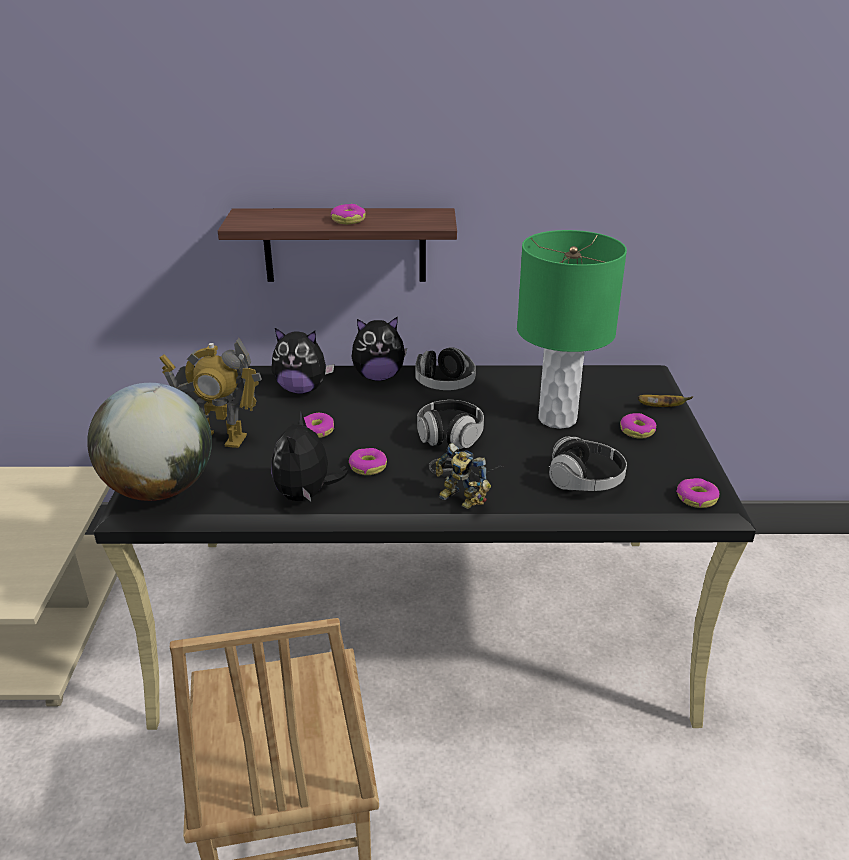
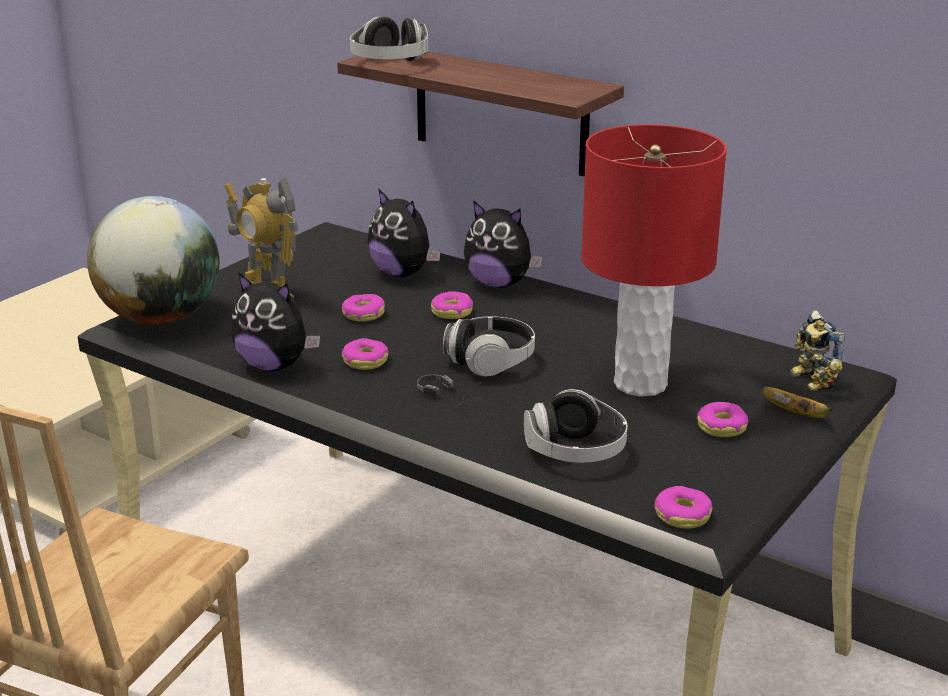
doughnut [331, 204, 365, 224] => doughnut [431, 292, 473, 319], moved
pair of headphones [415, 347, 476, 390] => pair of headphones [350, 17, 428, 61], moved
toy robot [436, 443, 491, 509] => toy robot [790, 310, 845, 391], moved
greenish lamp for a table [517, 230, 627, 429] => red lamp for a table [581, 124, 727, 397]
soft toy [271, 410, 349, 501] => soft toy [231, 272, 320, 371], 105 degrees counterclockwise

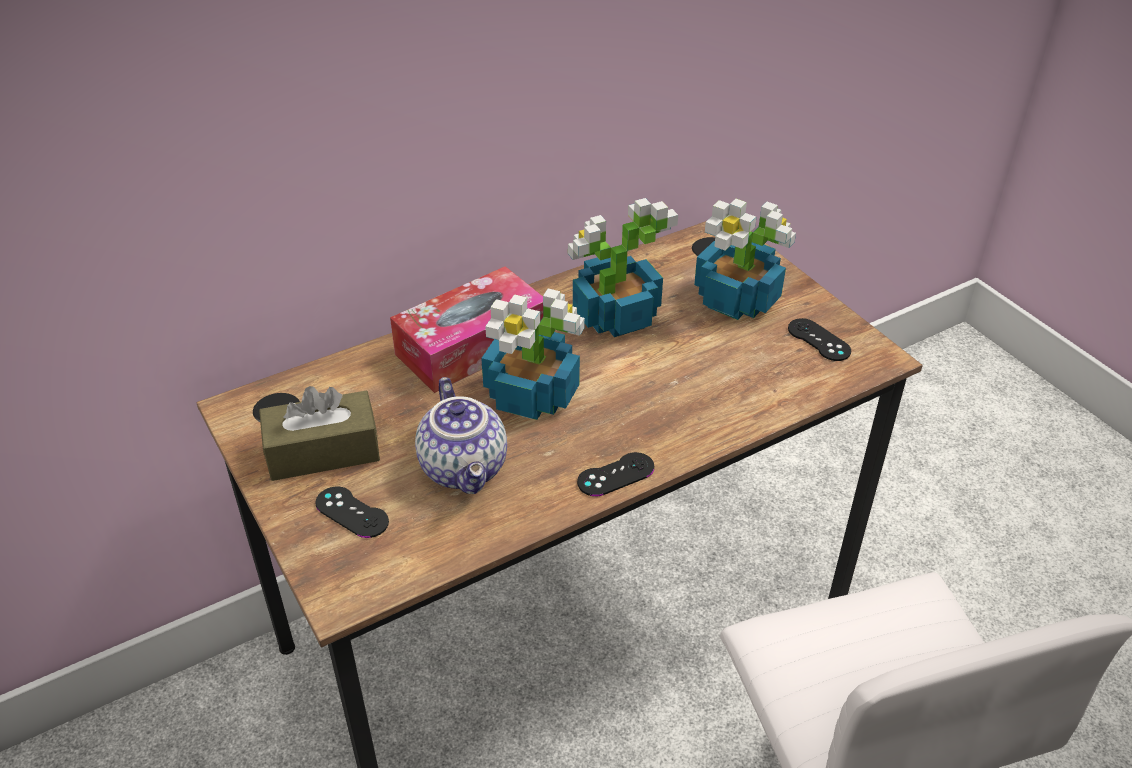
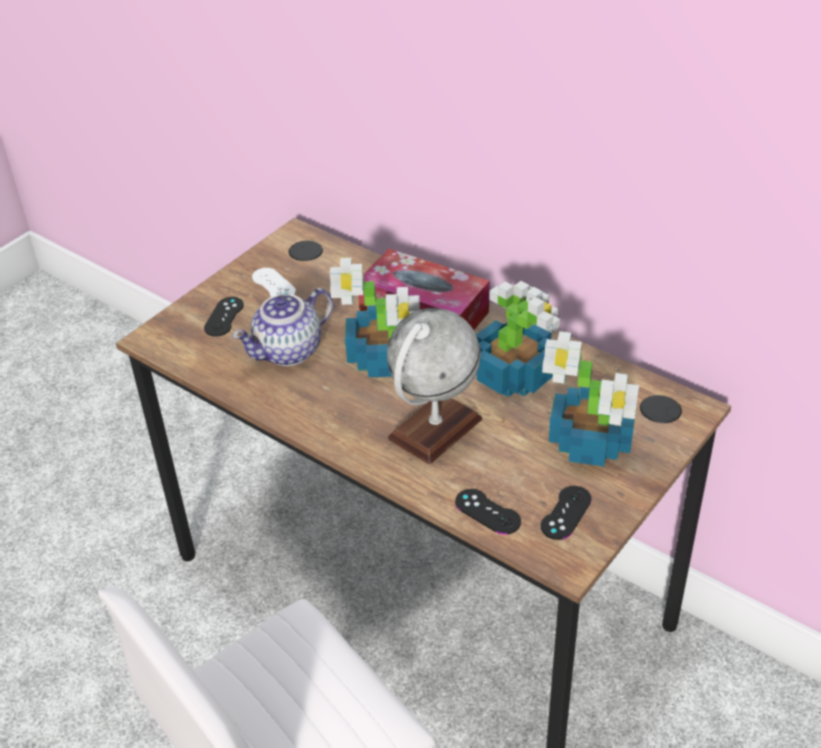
nothing => globe [387, 308, 482, 464]
black-coloured game controller [577, 452, 654, 497] => black-coloured game controller [455, 489, 521, 535], moved
brown-coloured box of tissues [259, 386, 380, 481] => white-coloured game controller [252, 268, 296, 297]

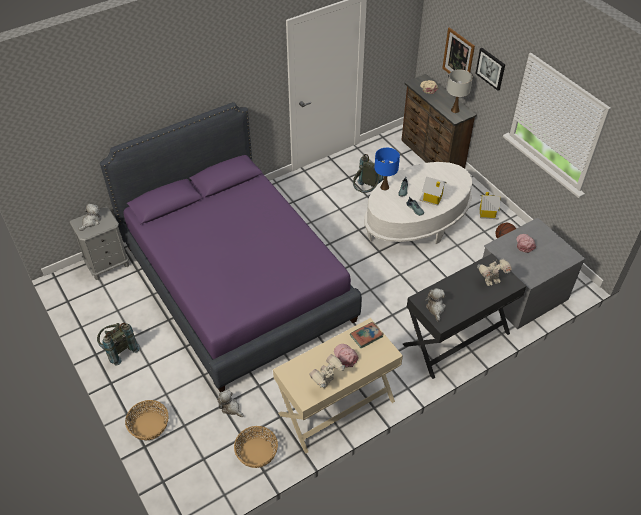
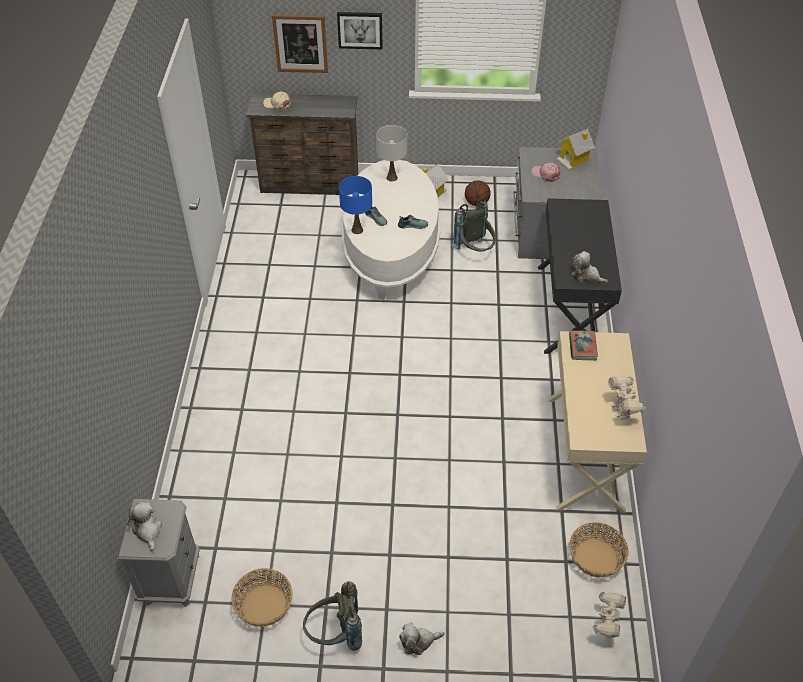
purplish bedroom bed [100, 102, 362, 392] => nothing
pinkish baseball cap [334, 344, 358, 367] => nothing
household basket [125, 400, 169, 440] => household basket [232, 568, 293, 627], moved
soft toy [217, 390, 244, 417] => soft toy [399, 623, 444, 655], moved
grey rucksack [353, 154, 384, 193] => grey rucksack [452, 199, 496, 252], moved
miniature house [419, 177, 447, 206] => miniature house [556, 129, 595, 170], moved
white-coloured lamp for a table [447, 69, 473, 113] => white-coloured lamp for a table [376, 125, 407, 182], moved
toy robot [477, 259, 512, 286] => toy robot [592, 592, 626, 638], moved

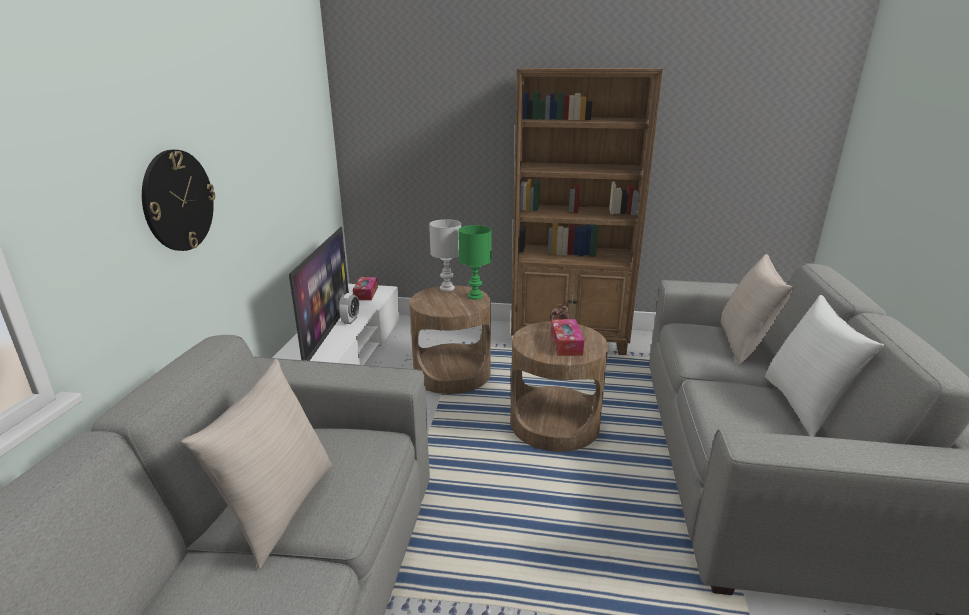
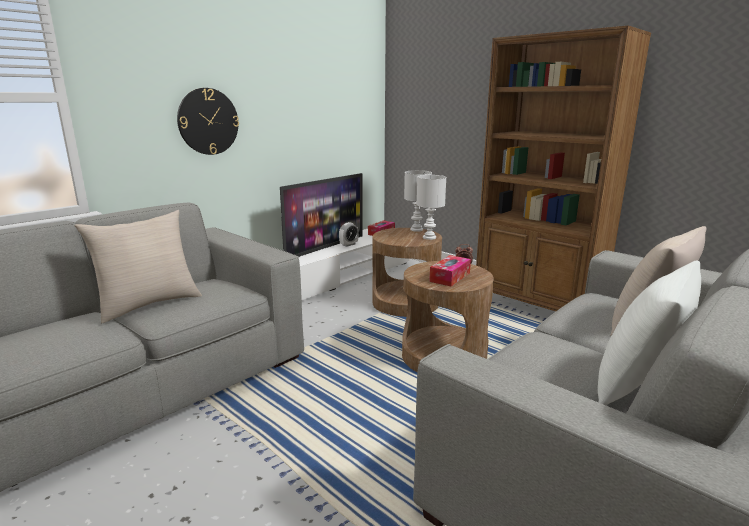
greenish lamp for a table [458, 225, 492, 300] => white-coloured lamp for a table [417, 175, 446, 240]

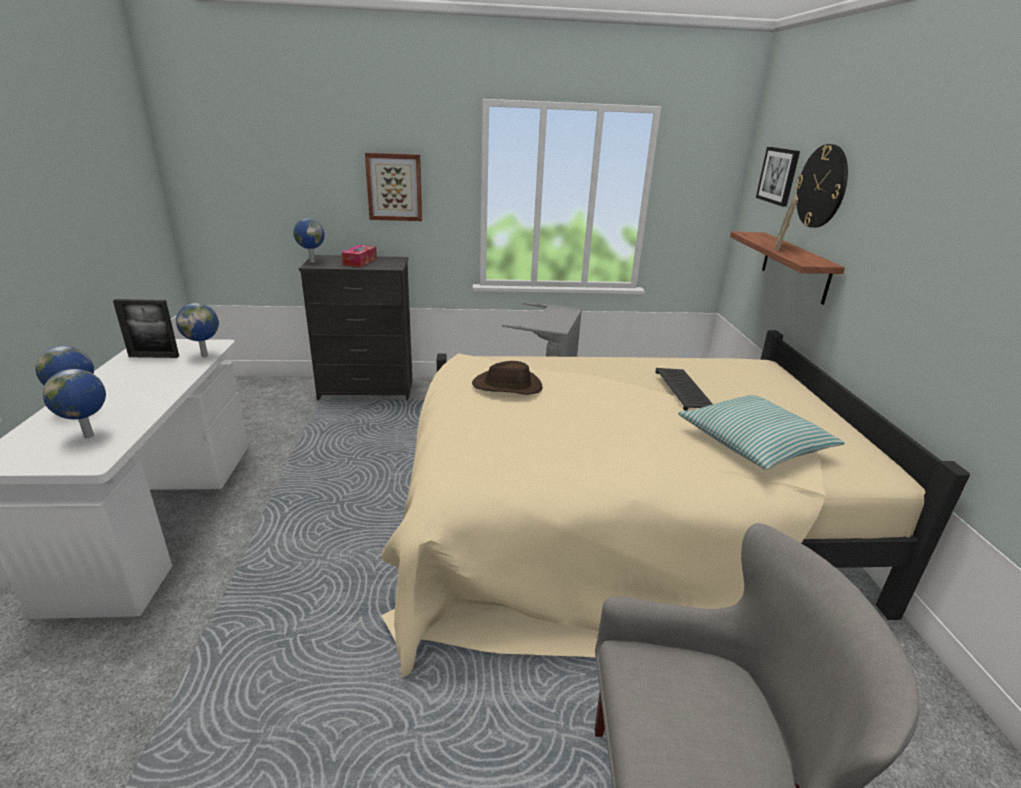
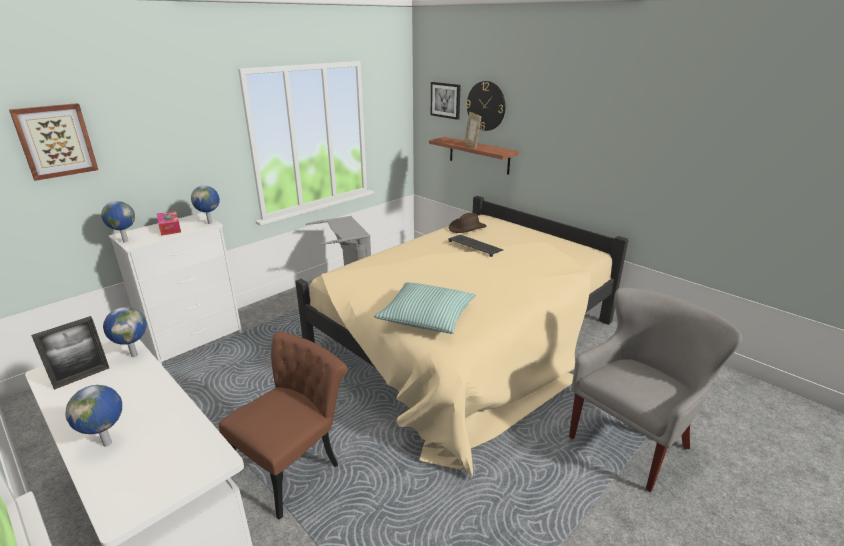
nothing => brown-coloured chair [219, 332, 348, 520]
globe [43, 369, 106, 438] => globe [191, 186, 220, 224], moved
wall picture [365, 153, 422, 221] => wall picture [9, 103, 98, 181], moved
brown-coloured wearable hat [472, 361, 543, 395] => brown-coloured wearable hat [449, 213, 486, 233], moved
cushion [678, 395, 845, 470] => cushion [374, 282, 476, 334], moved
black-coloured dresser [299, 255, 412, 400] => white-coloured dresser [109, 213, 242, 365]

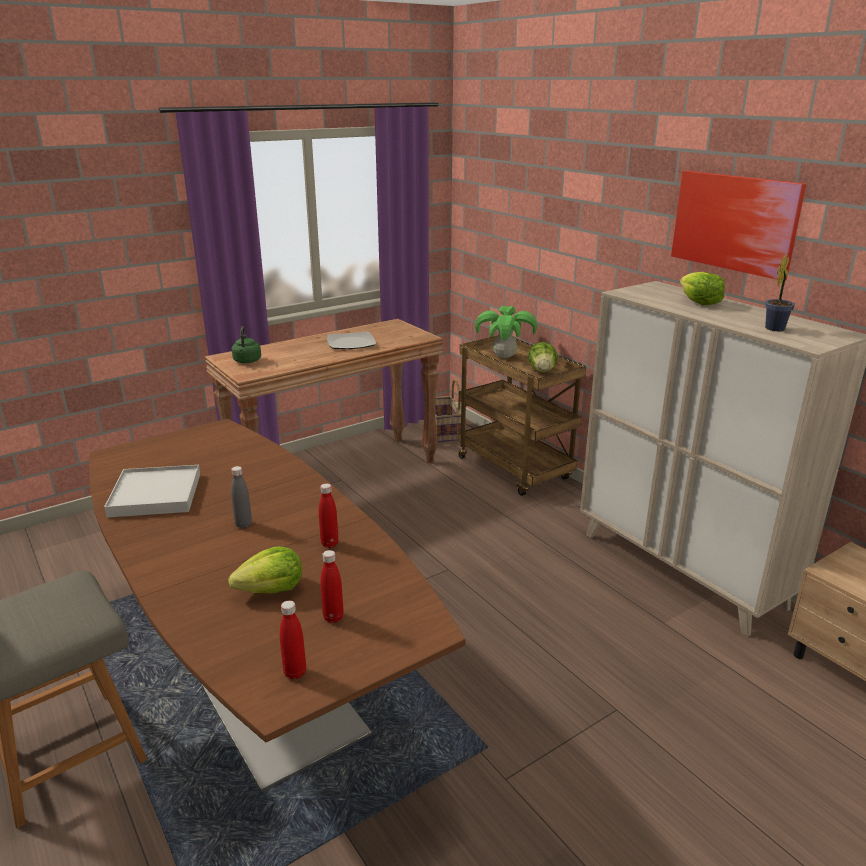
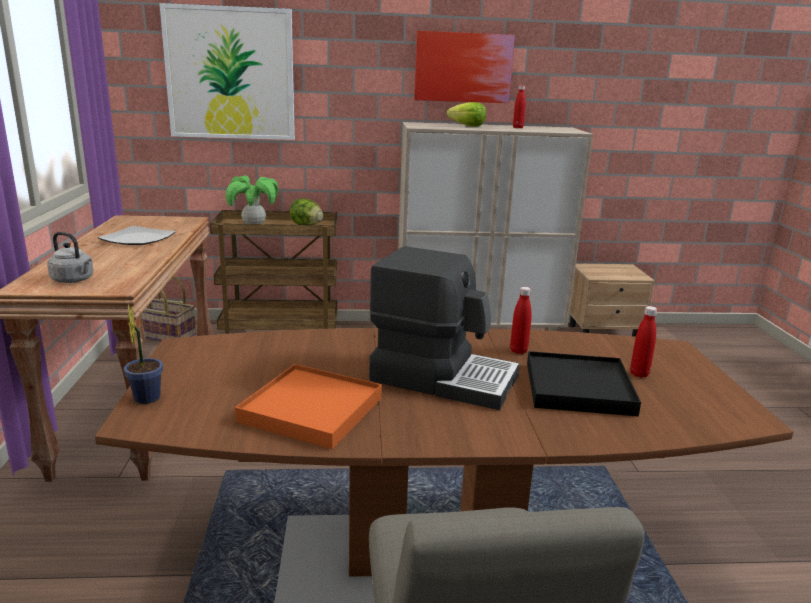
nothing => wall picture [159, 3, 295, 140]
red drink bottle [280, 600, 306, 679] => red drink bottle [513, 85, 526, 128], moved
plant in a pot [765, 255, 795, 331] => plant in a pot [124, 304, 163, 404], moved
lettuce [228, 546, 302, 594] => black-coloured carrying tray [527, 351, 641, 416]
grey drink bottle [231, 466, 252, 528] => coffee machine [369, 246, 520, 410]
white-coloured carrying tray [104, 465, 200, 518] => orangey carrying tray [235, 364, 382, 449]
greenish water kettle [232, 326, 261, 363] => grey water kettle [47, 232, 93, 283]

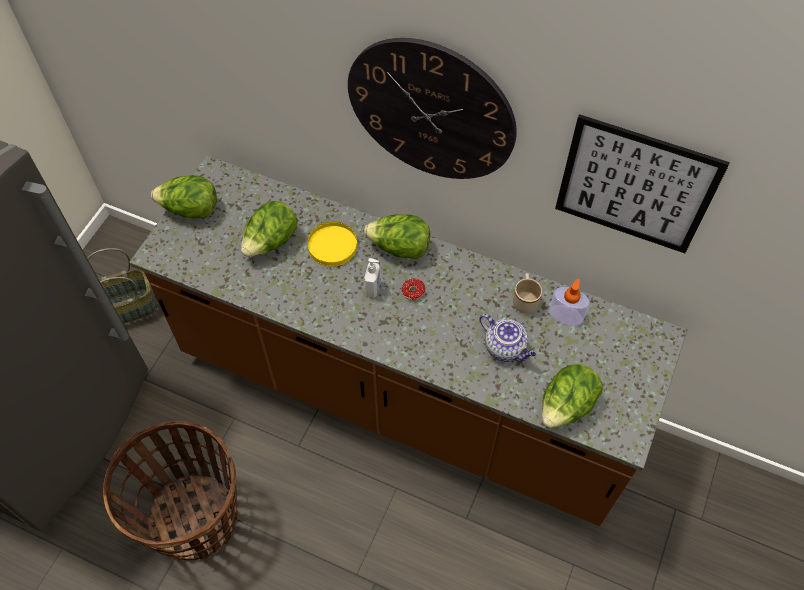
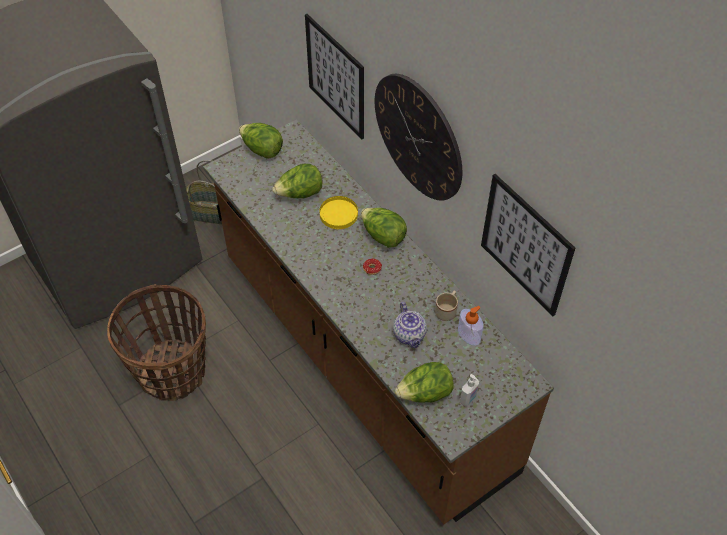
nothing => wall picture [305, 14, 364, 139]
liquid soap bottle [364, 258, 380, 298] => liquid soap bottle [460, 374, 479, 406], moved

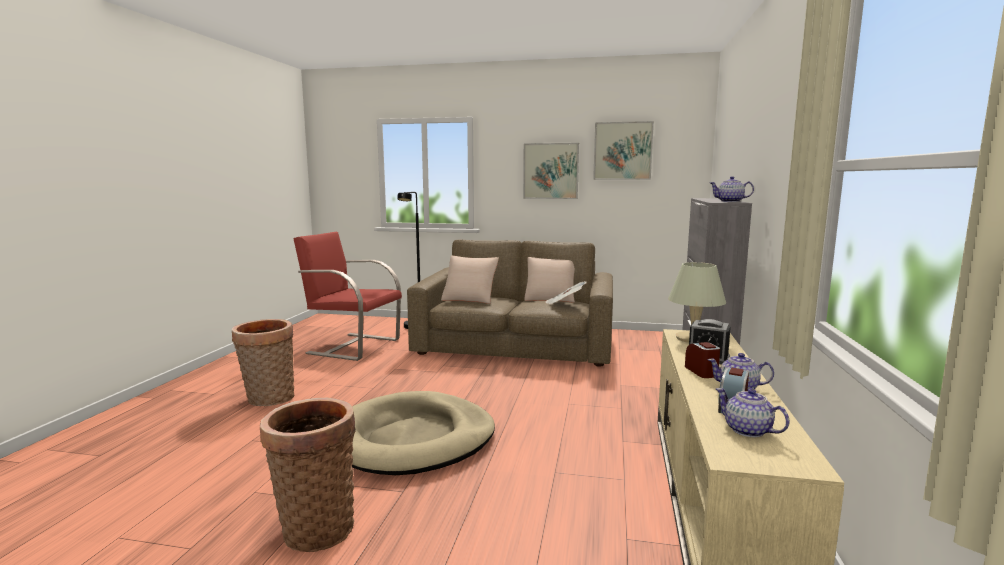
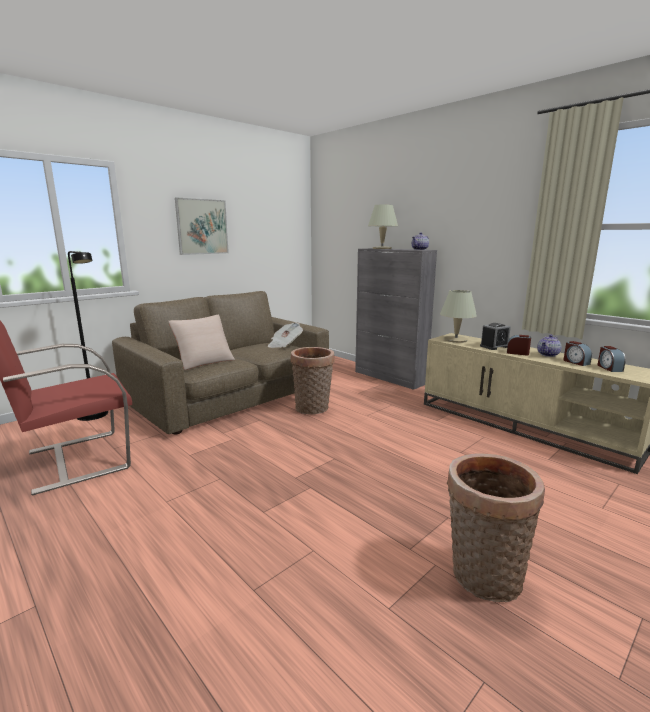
beige-coloured dog bed [352, 391, 495, 475] => nothing
beige-coloured cushion [524, 257, 575, 303] => nothing
wall picture [593, 121, 654, 180] => nothing
nothing => beige-coloured lamp for a table [368, 204, 398, 249]
household basket [232, 319, 294, 406] => household basket [291, 347, 335, 414], moved
teapot [716, 388, 790, 438] => alarm clock [597, 346, 626, 372]

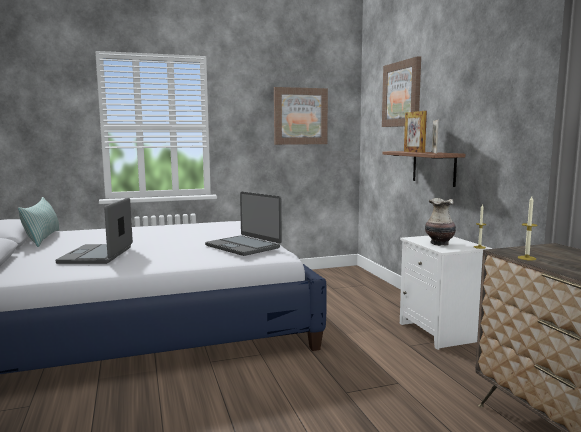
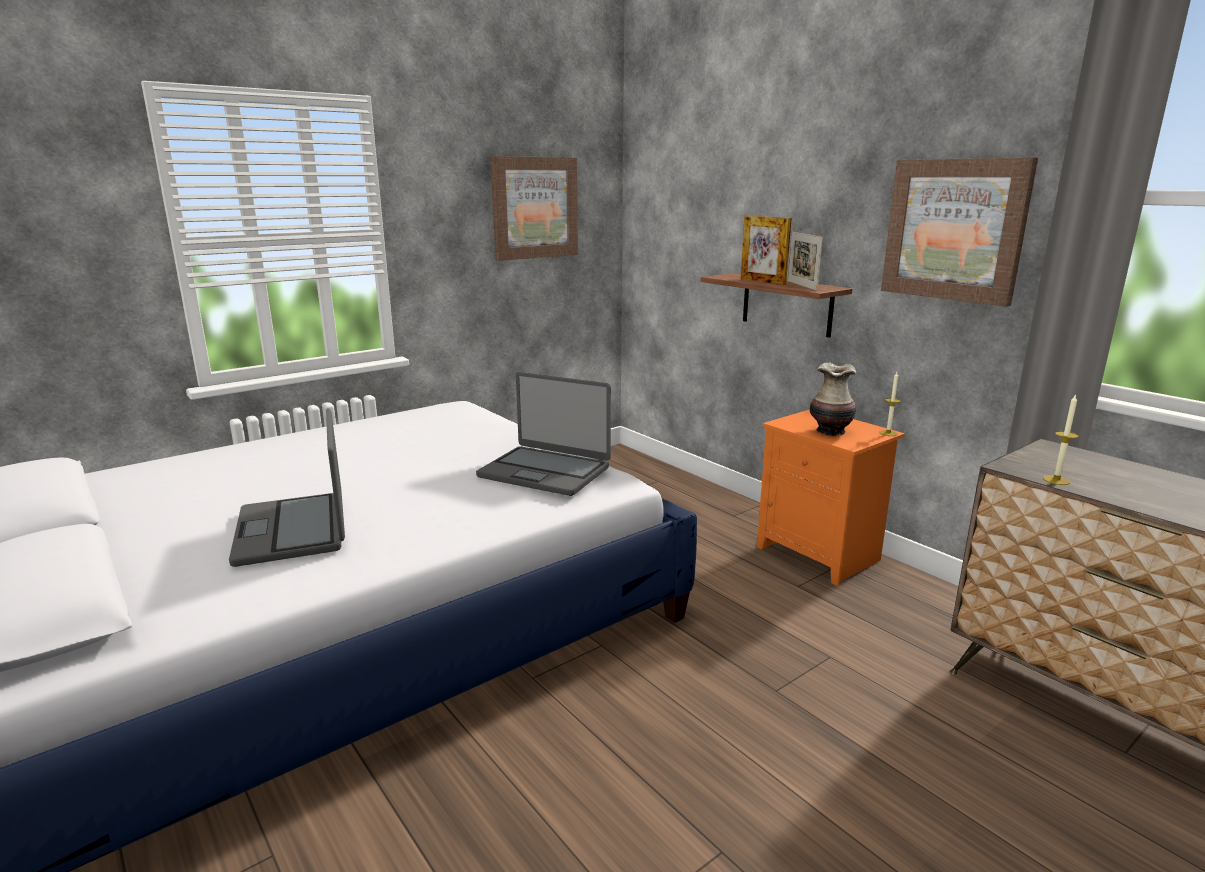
cushion [18, 197, 59, 247] => nothing
wall picture [382, 56, 421, 127] => wall picture [881, 157, 1038, 307], moved
white-coloured nightstand [400, 236, 492, 350] => orangey nightstand [757, 410, 905, 586]

